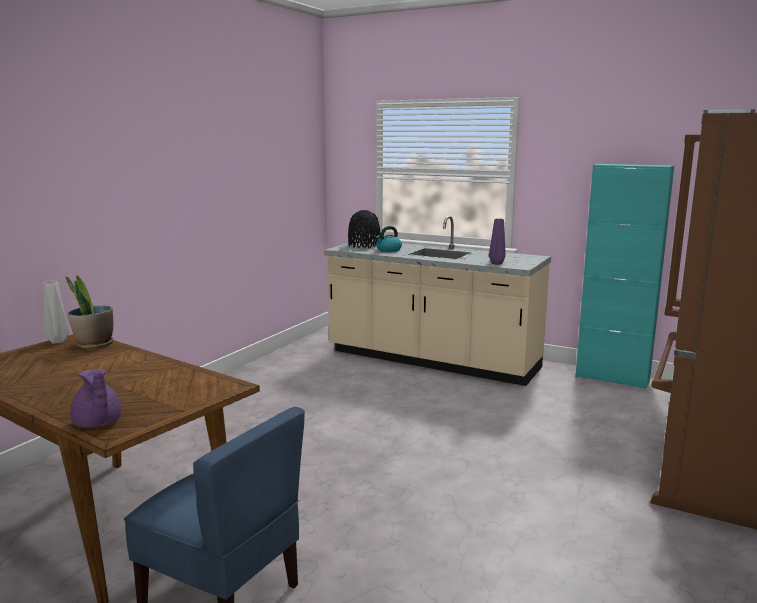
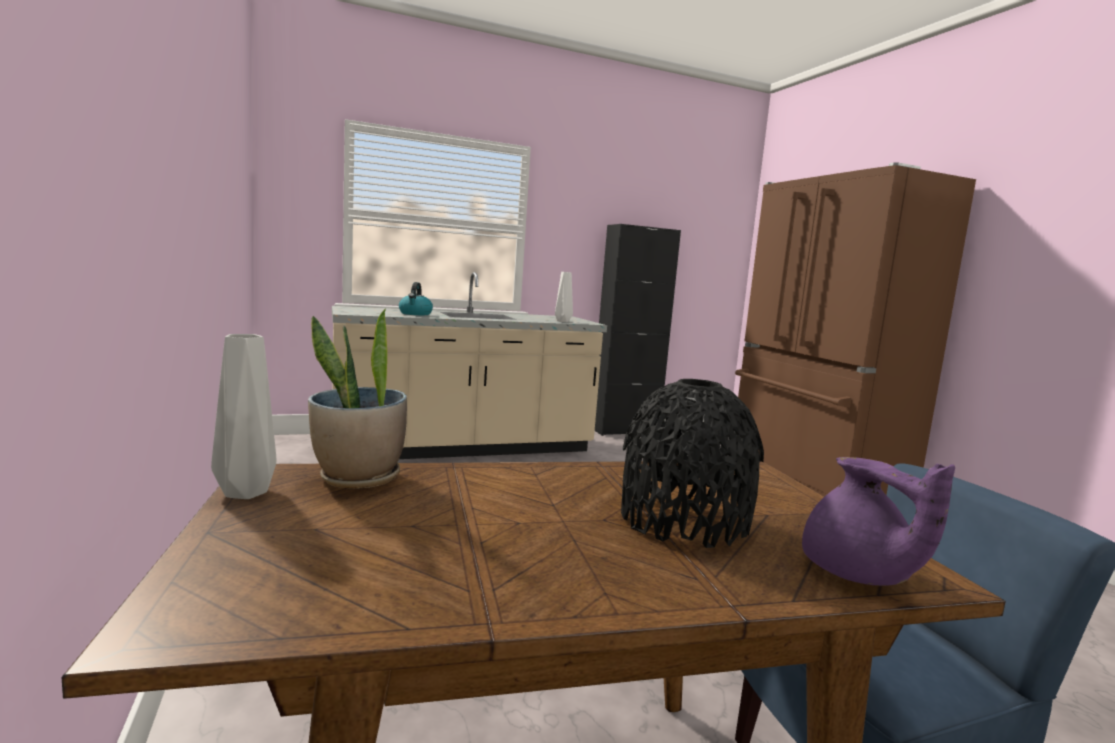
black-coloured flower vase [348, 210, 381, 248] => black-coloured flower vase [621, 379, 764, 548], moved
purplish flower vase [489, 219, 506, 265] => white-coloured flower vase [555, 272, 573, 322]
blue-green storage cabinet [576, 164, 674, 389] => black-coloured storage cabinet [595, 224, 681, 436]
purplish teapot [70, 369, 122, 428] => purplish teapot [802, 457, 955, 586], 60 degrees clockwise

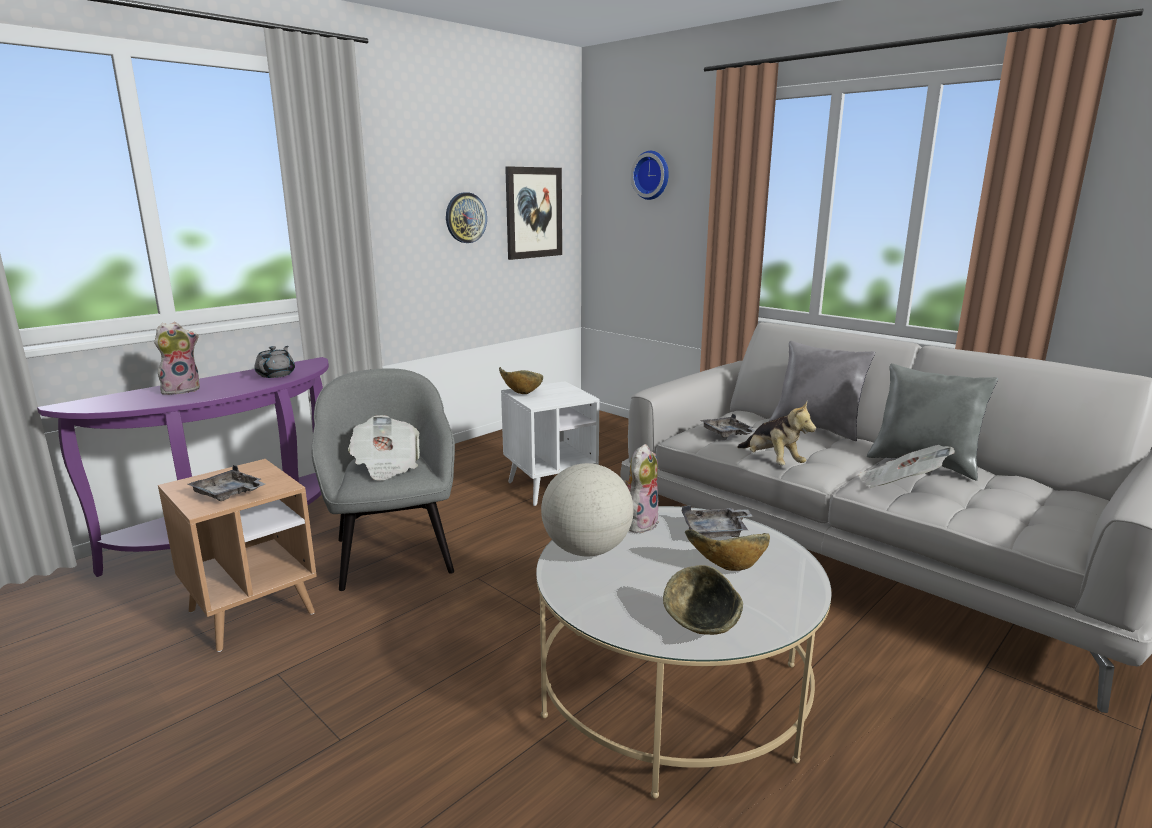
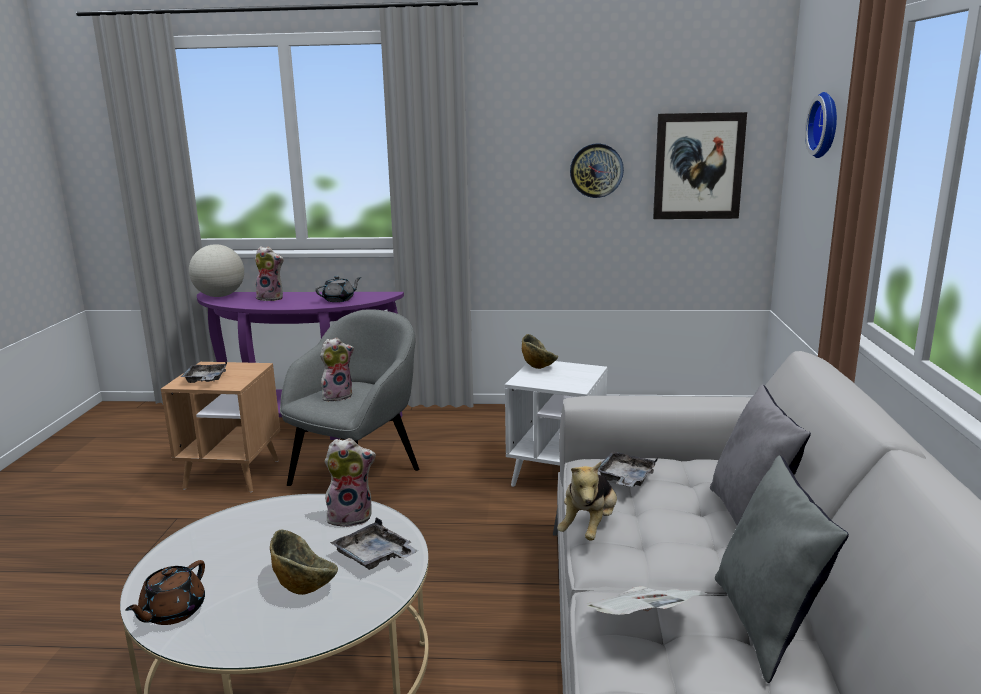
globe [541, 463, 634, 556] => globe [189, 244, 244, 297], moved
newspaper [348, 415, 420, 481] => soft toy [320, 338, 354, 401]
bowl [663, 565, 743, 635] => brown-coloured teapot [125, 560, 205, 625]

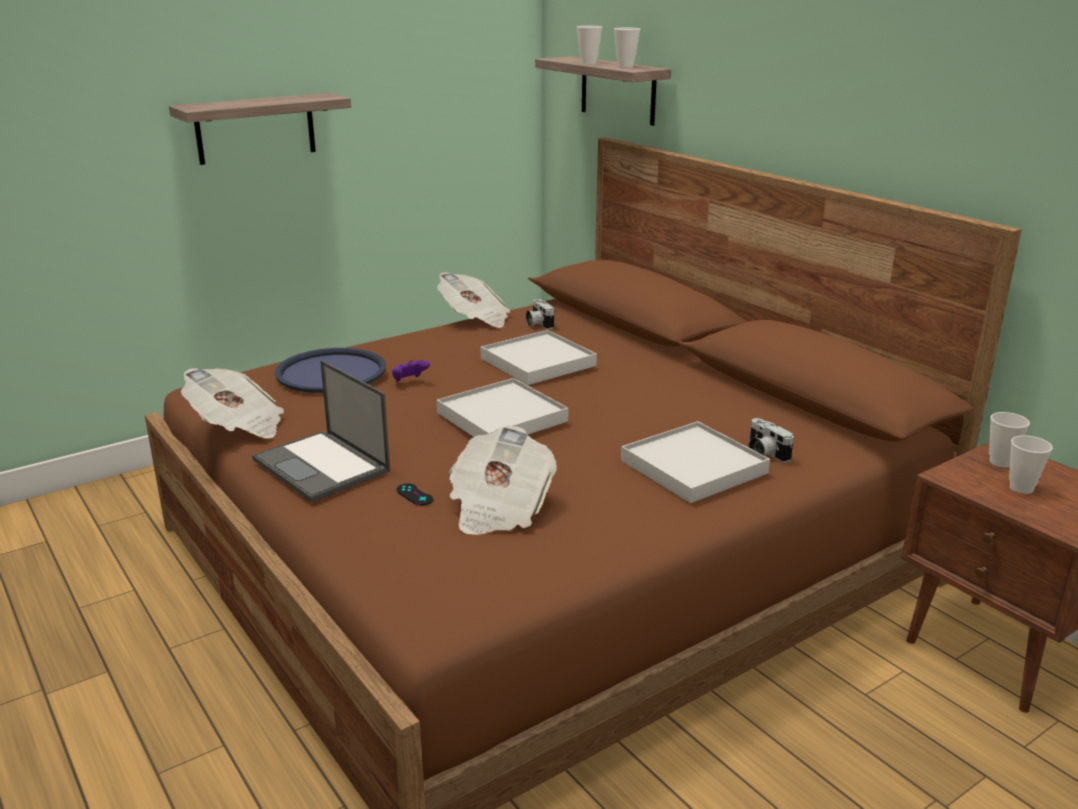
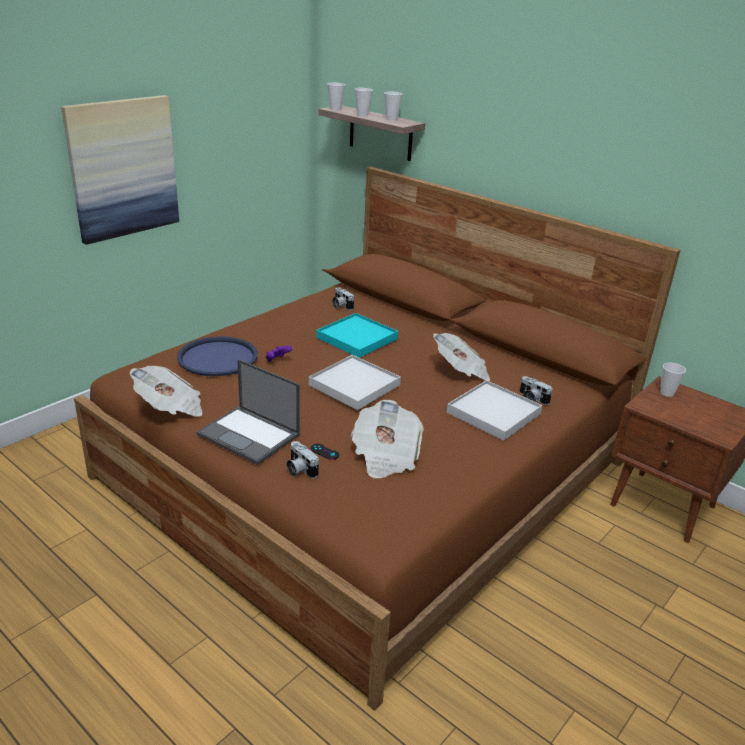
nothing => still camera [287, 441, 319, 479]
newspaper [437, 272, 510, 328] => newspaper [433, 333, 491, 381], moved
cup [1009, 435, 1053, 494] => cup [327, 83, 345, 110], moved
shelf [169, 93, 351, 165] => wall picture [61, 95, 179, 245]
white-coloured carrying tray [480, 330, 597, 385] => blue-green carrying tray [316, 313, 398, 358]

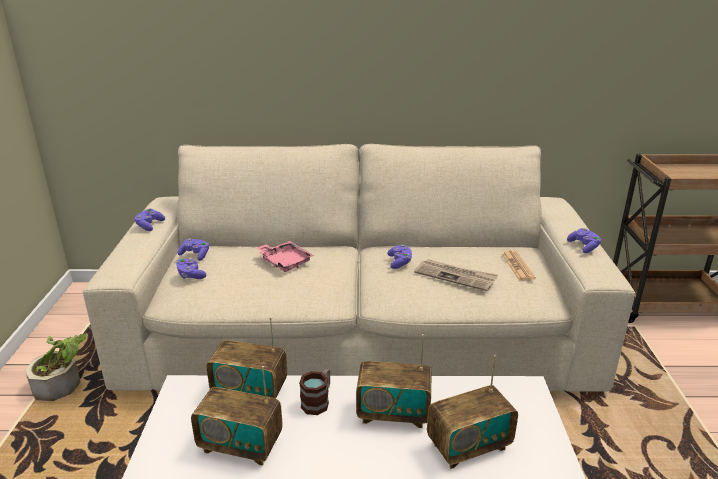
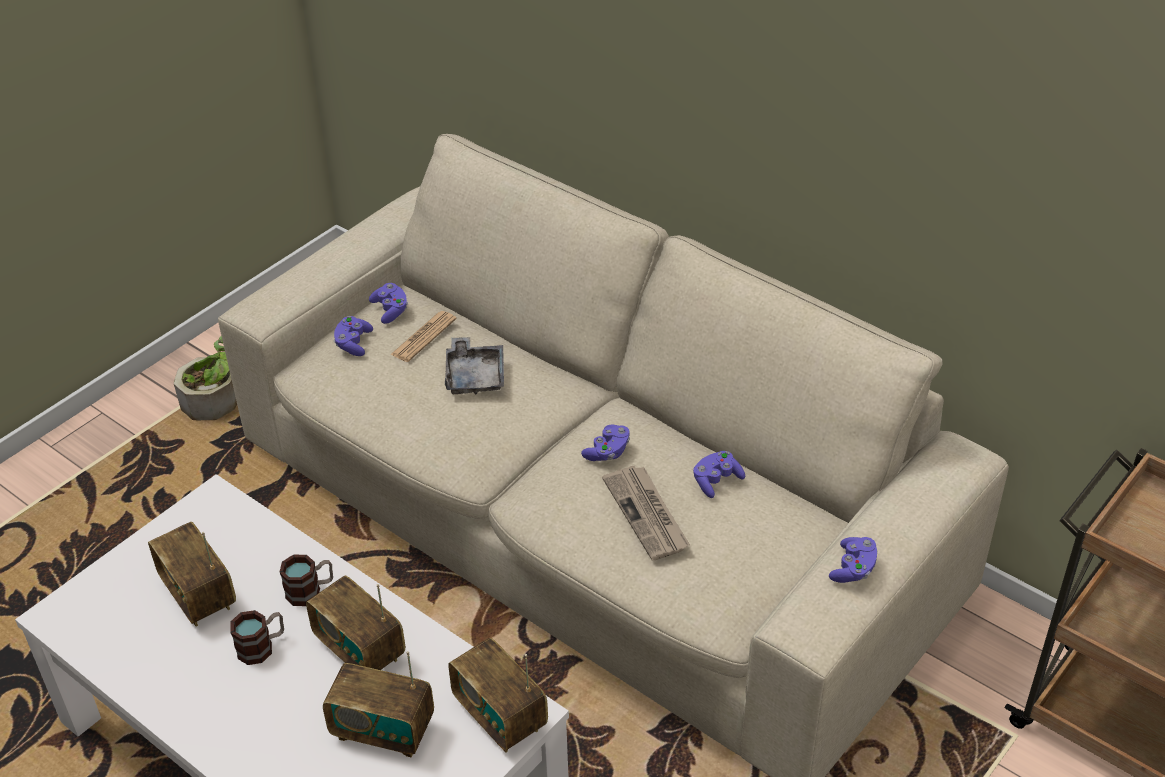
nothing => tea mug [230, 610, 284, 665]
purplish game controller [134, 209, 165, 231] => purplish game controller [693, 451, 745, 498], moved
radio receiver [206, 317, 287, 399] => radio receiver [448, 638, 548, 753], moved
newspaper [502, 250, 536, 281] => newspaper [390, 311, 457, 362], moved
pinkish carrying tray [256, 241, 314, 272] => grey carrying tray [445, 337, 504, 395]

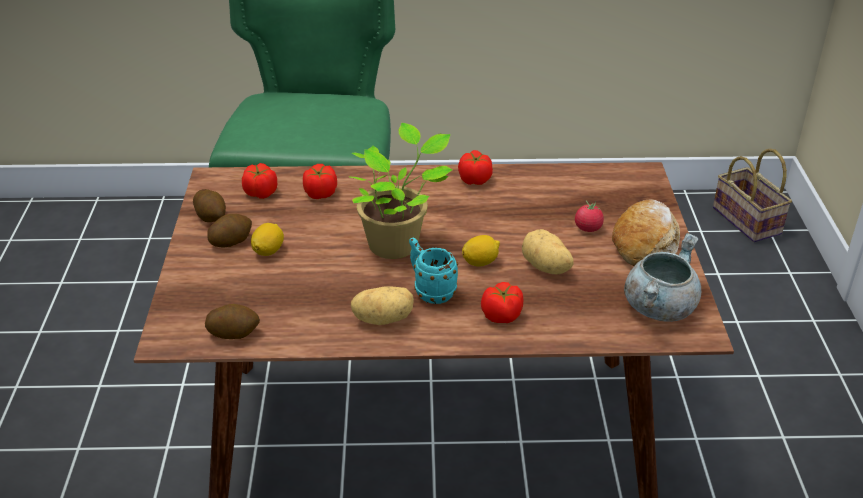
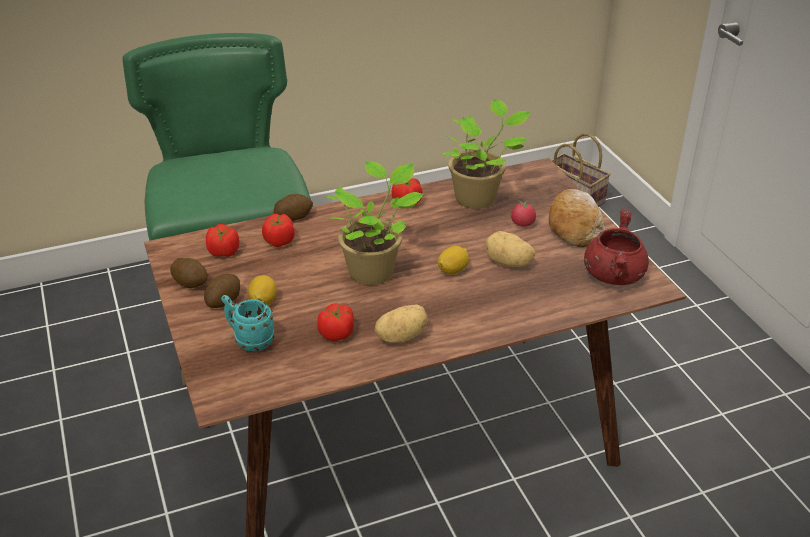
nothing => plant in a pot [443, 99, 530, 209]
whole potato [205, 304, 260, 339] => whole potato [274, 194, 313, 221], moved
blue-green tea mug [409, 237, 458, 304] => blue-green tea mug [221, 295, 274, 352], moved
whole tomato [481, 282, 523, 323] => whole tomato [317, 303, 354, 341], moved
grey cooking pot [624, 233, 701, 322] => red cooking pot [584, 209, 649, 285]

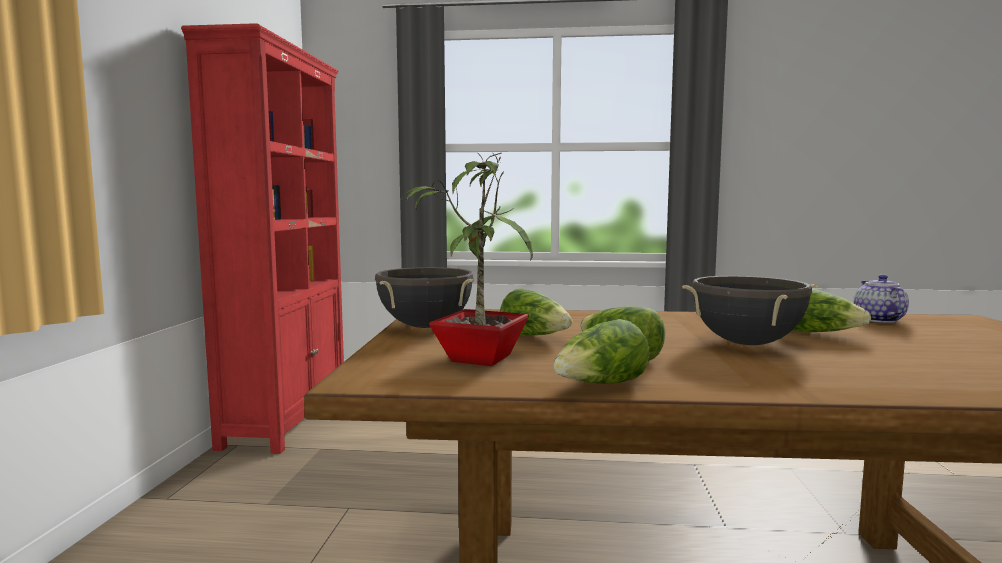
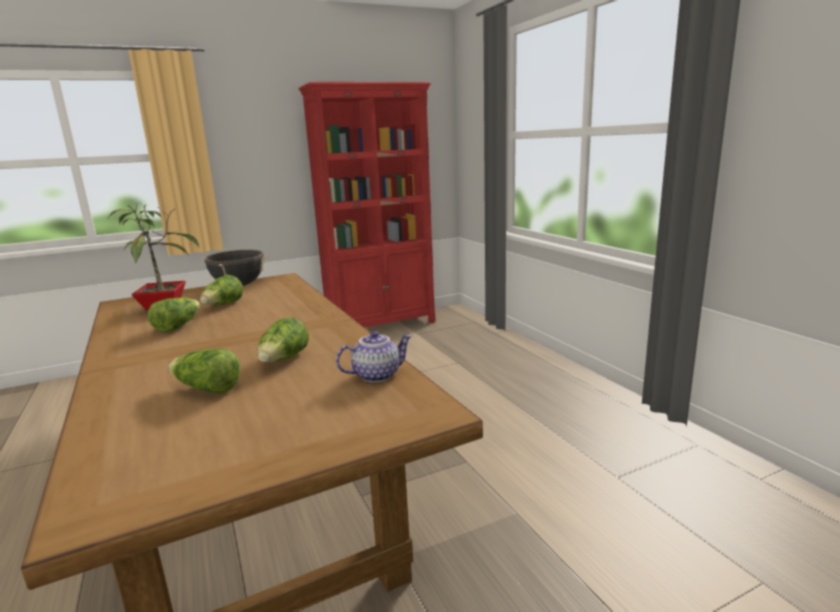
black-coloured cooking pot [682, 276, 817, 345] => nothing
lettuce [553, 319, 649, 384] => lettuce [168, 348, 240, 394], moved

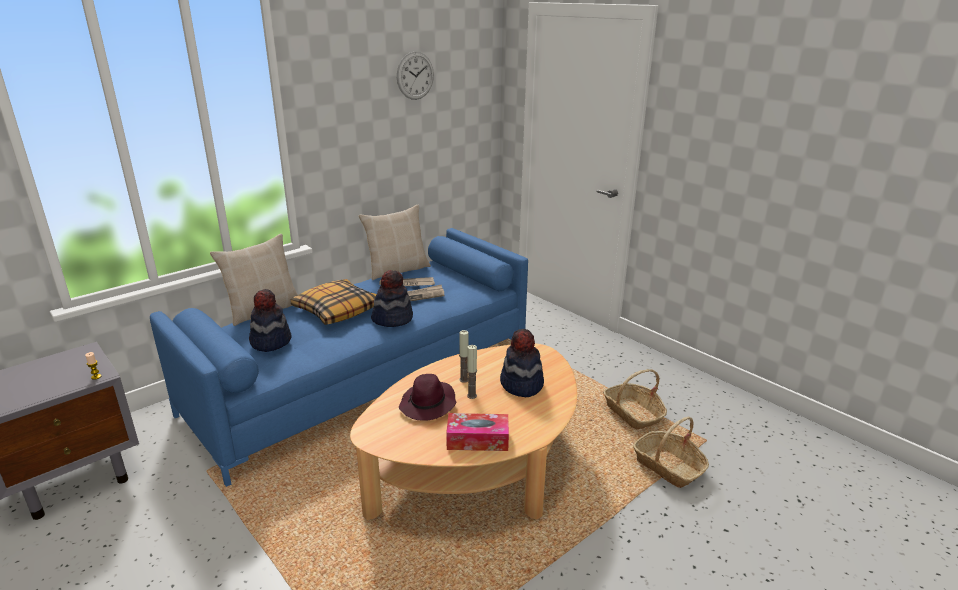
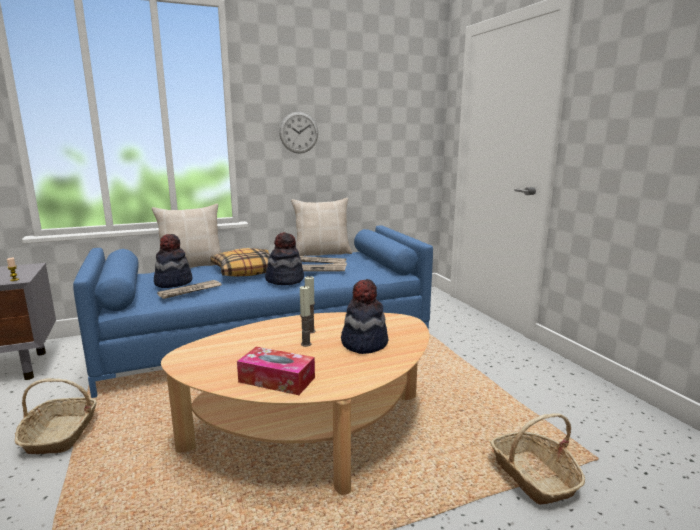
purplish wearable hat [399, 374, 456, 421] => nothing
nothing => newspaper [157, 280, 222, 299]
wall clock [397, 52, 434, 100] => wall clock [279, 112, 318, 154], moved
household basket [603, 369, 667, 429] => household basket [15, 378, 97, 454], moved

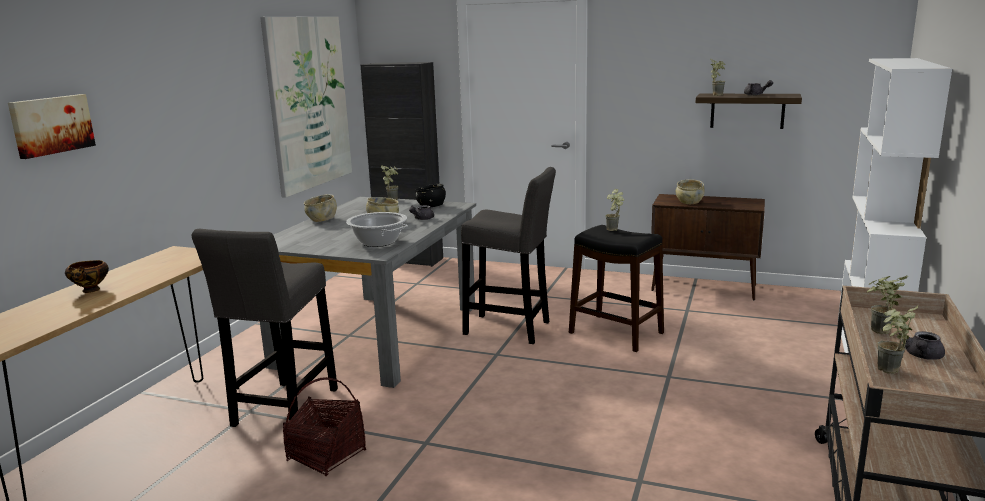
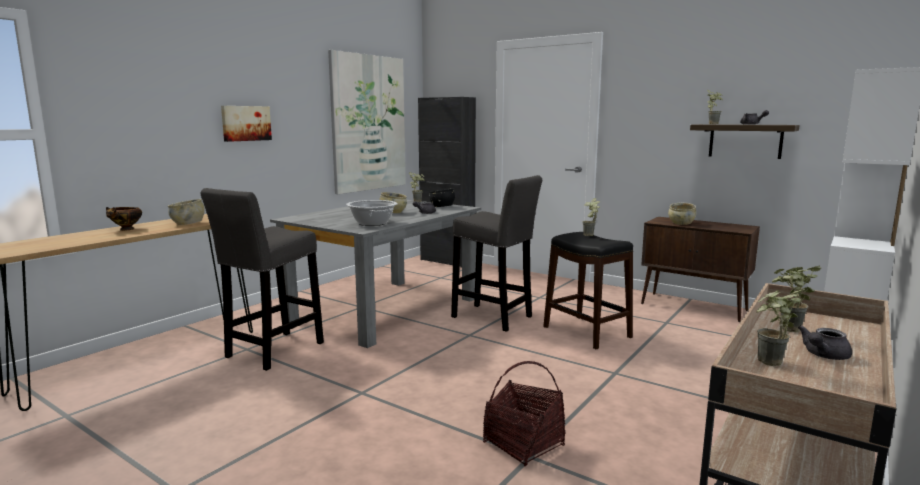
wall picture [8, 94, 96, 159] => wall picture [221, 106, 272, 142], moved
household basket [283, 377, 366, 476] => household basket [483, 361, 565, 466], moved
beige-coloured bowl [304, 194, 337, 222] => beige-coloured bowl [168, 199, 205, 225], moved

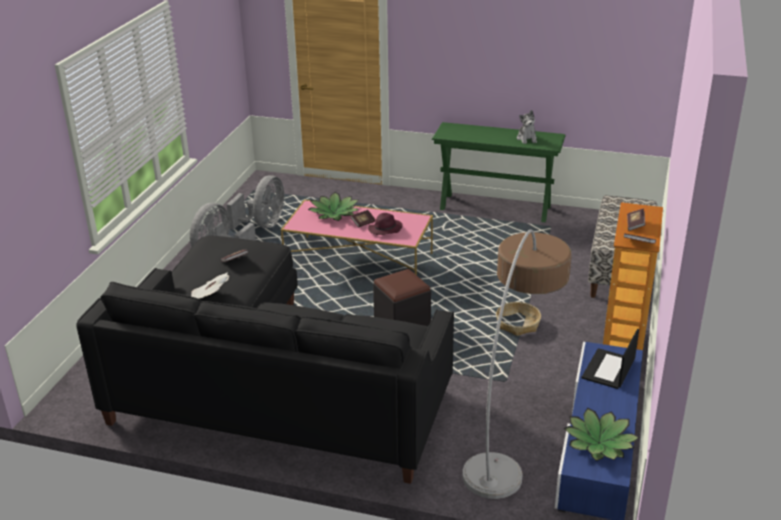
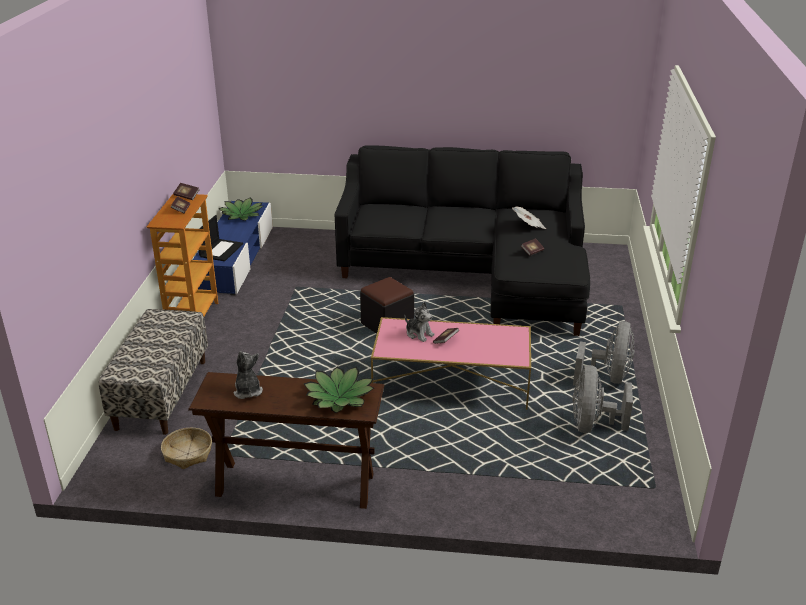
floor lamp [462, 229, 572, 499] => nothing
plant in a pot [308, 192, 359, 221] => plant in a pot [304, 366, 374, 413], moved
household basket [496, 302, 541, 336] => household basket [161, 428, 212, 469], moved
purplish wearable hat [368, 213, 402, 235] => soft toy [404, 302, 435, 342]
greenish console table [432, 122, 566, 223] => brown-coloured console table [188, 372, 384, 509]

